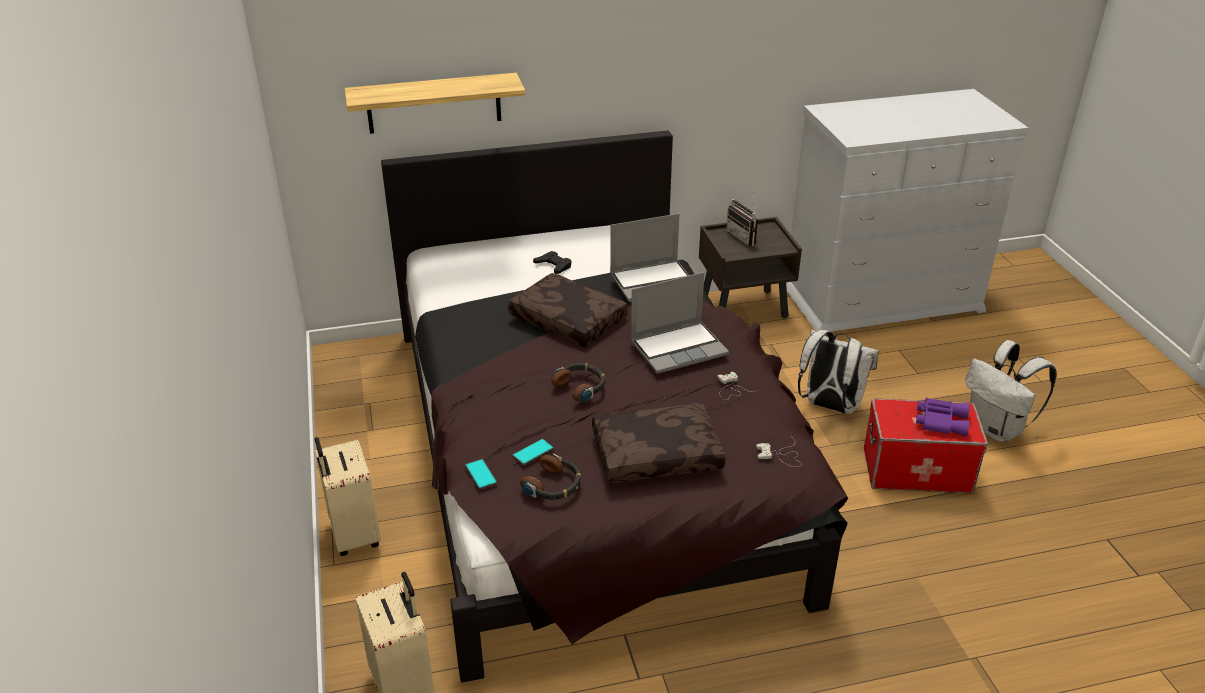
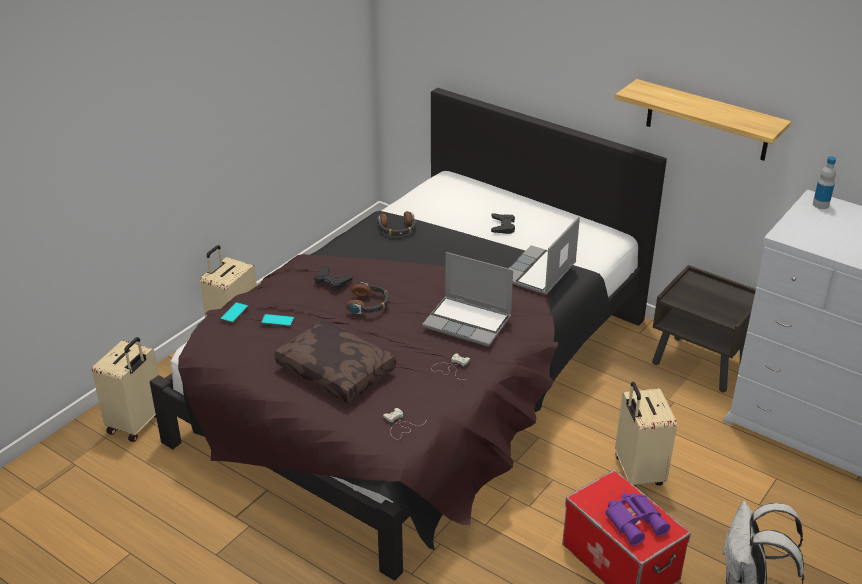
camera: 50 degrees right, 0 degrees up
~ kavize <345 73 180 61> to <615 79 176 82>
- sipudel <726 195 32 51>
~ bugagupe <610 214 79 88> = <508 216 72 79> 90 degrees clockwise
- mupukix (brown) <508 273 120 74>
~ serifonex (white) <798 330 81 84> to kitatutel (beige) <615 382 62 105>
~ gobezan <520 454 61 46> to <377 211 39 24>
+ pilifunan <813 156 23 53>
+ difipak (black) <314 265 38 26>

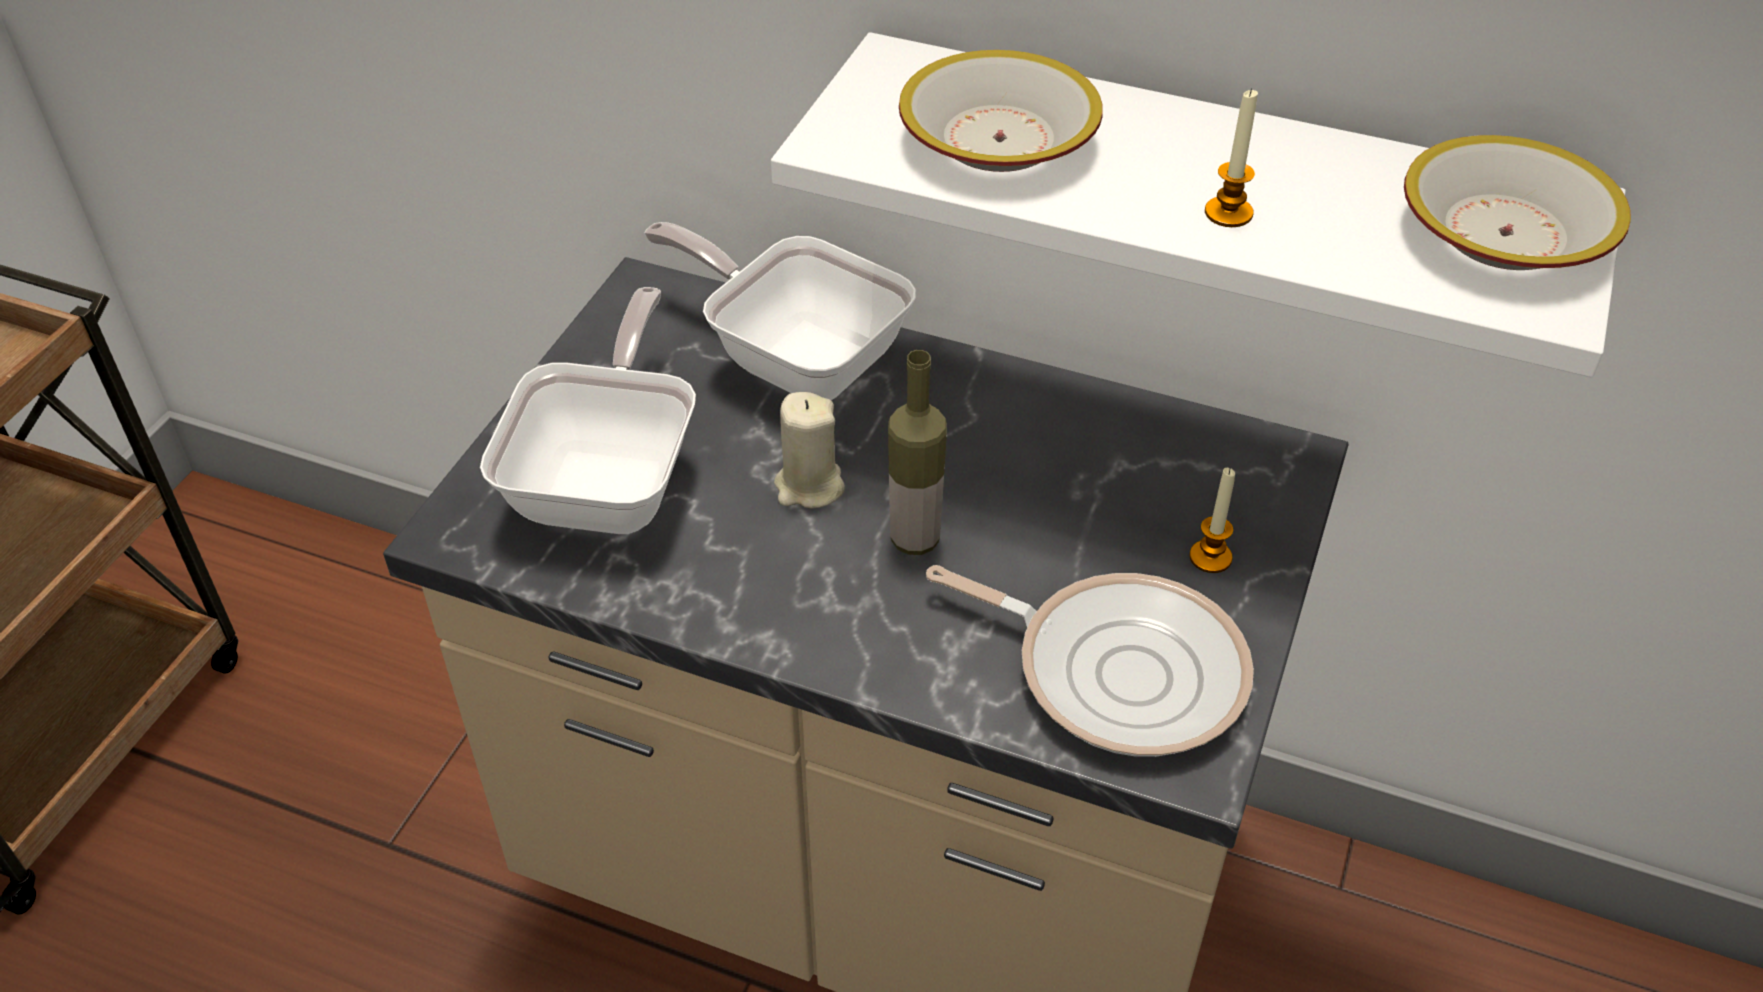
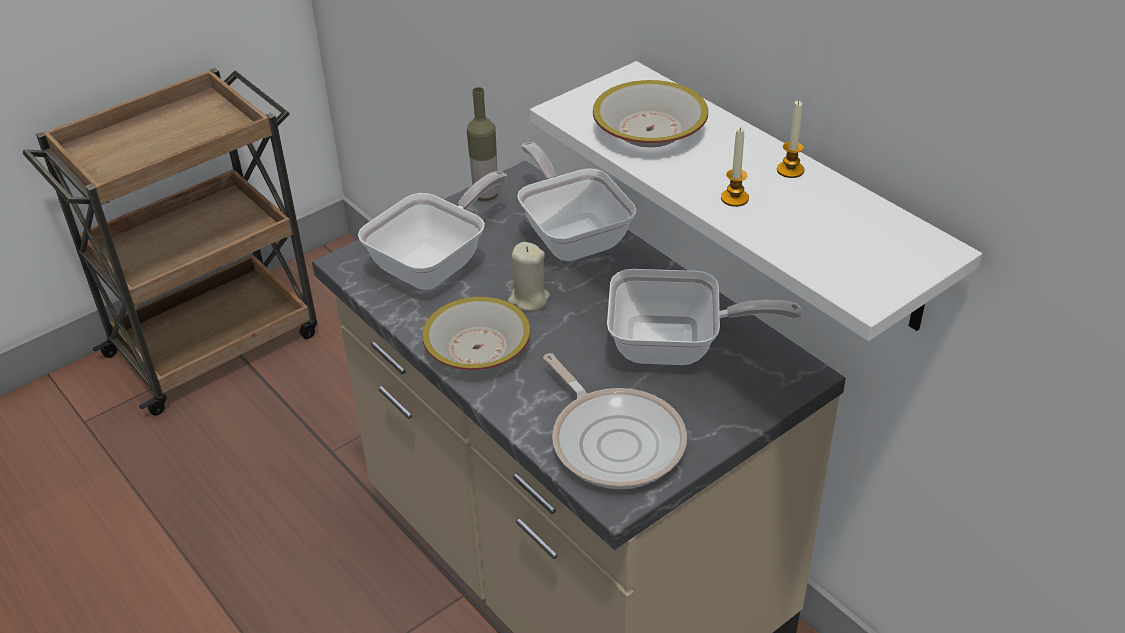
camera: 30 degrees right, 5 degrees down
~ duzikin <1404 135 227 135> to <422 297 108 73>
~ pilifunan <888 350 59 205> to <467 87 31 114>
~ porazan <1190 468 45 105> to <777 101 27 77>
+ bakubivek <607 269 195 96>

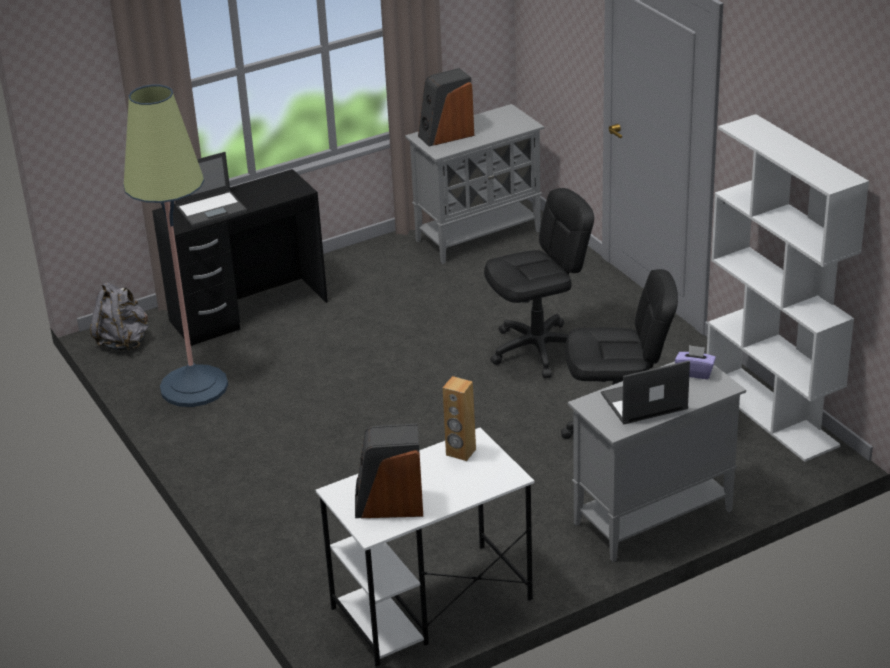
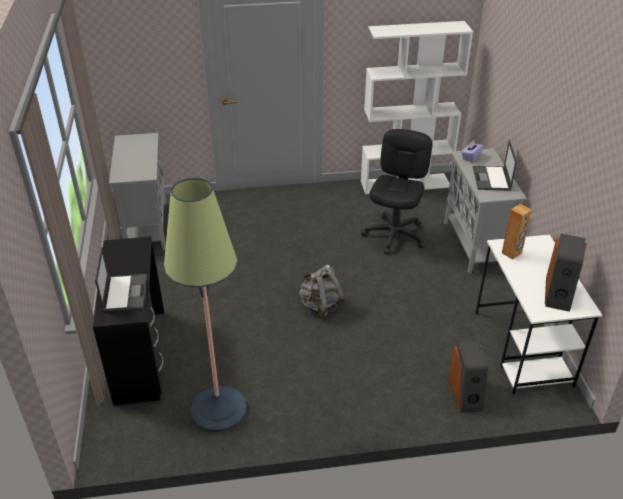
camera: 70 degrees left, 5 degrees up
~ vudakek <418 68 56 79> to <448 340 40 73>
- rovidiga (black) <484 188 110 190>
~ serifonex (grey) <90 282 59 69> to <298 265 47 53>

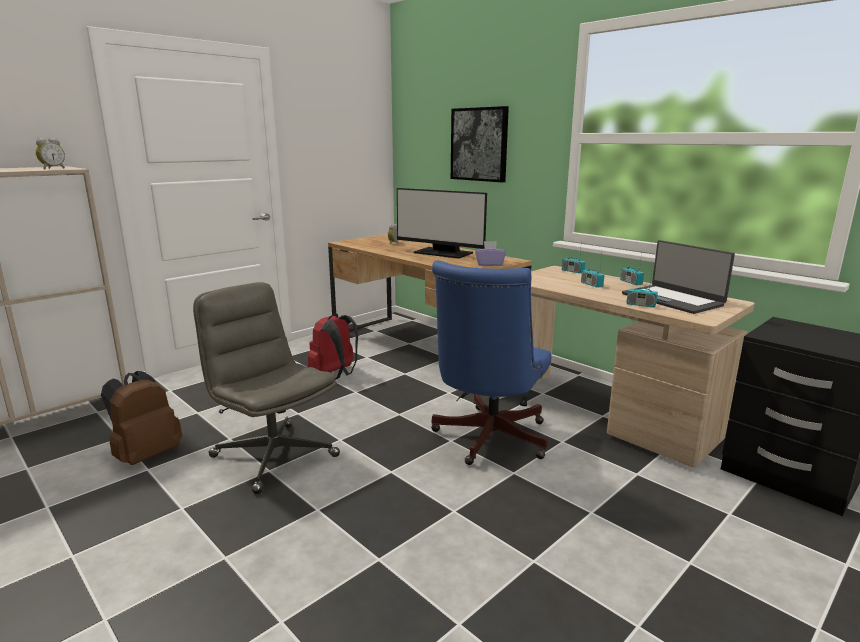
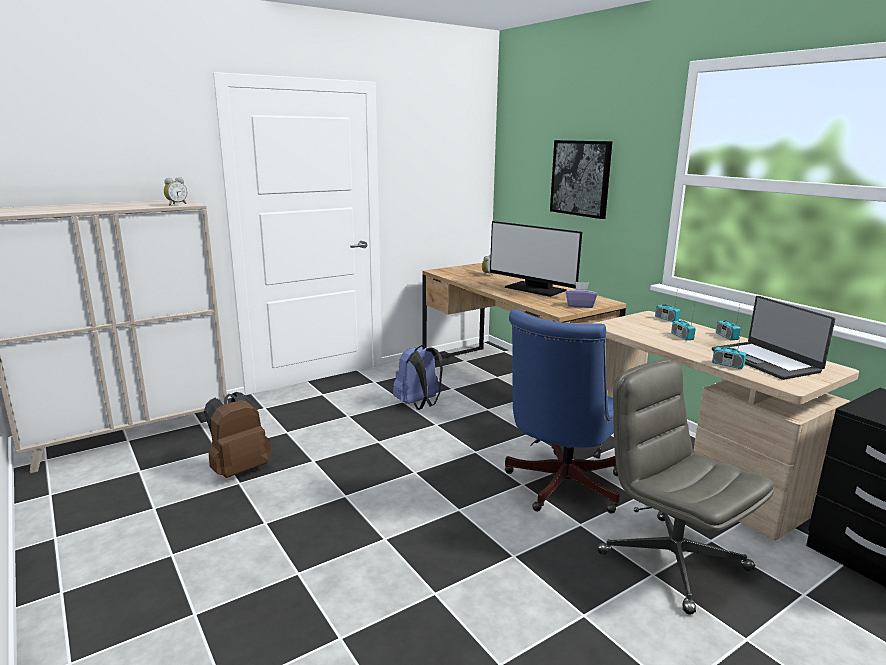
camera: 10 degrees right, 0 degrees up
~ rovidiga (grey) <193 282 147 212> to <597 359 177 256>
~ serifonex (red) <308 313 50 67> to serifonex (blue) <393 345 50 65>

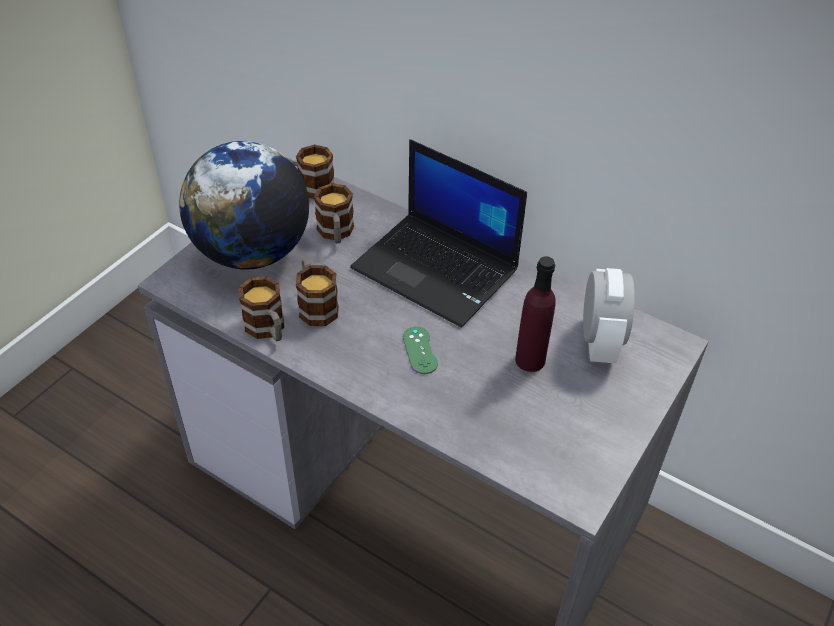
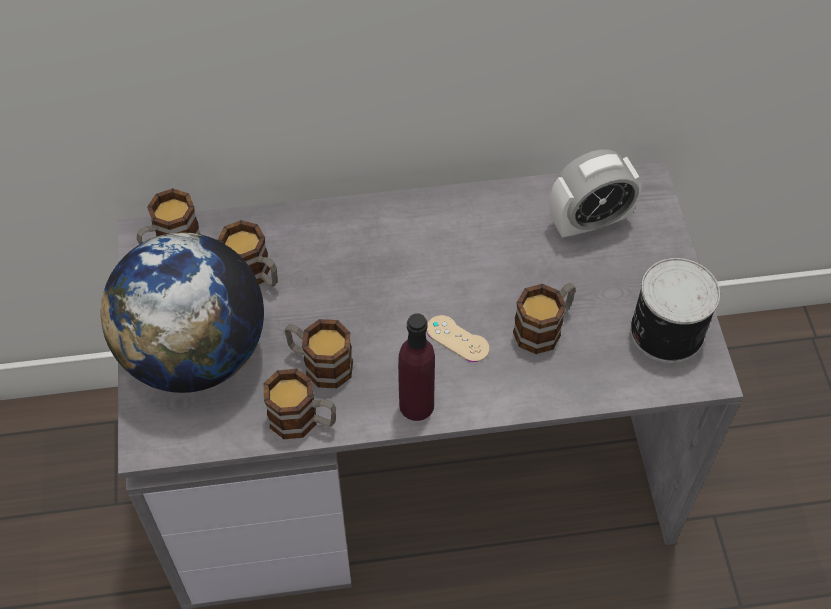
camera: 40 degrees left, 10 degrees up
- bugagupe <350 139 177 189>
~ pilifunan (purple) <515 256 41 116> to <398 313 37 108>
~ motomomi <583 268 52 95> = <550 149 92 91> 105 degrees clockwise
~ difipak (green) <403 326 35 48> to difipak (beige) <426 315 63 47>
+ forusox <630 258 90 105>
+ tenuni <513 283 63 71>

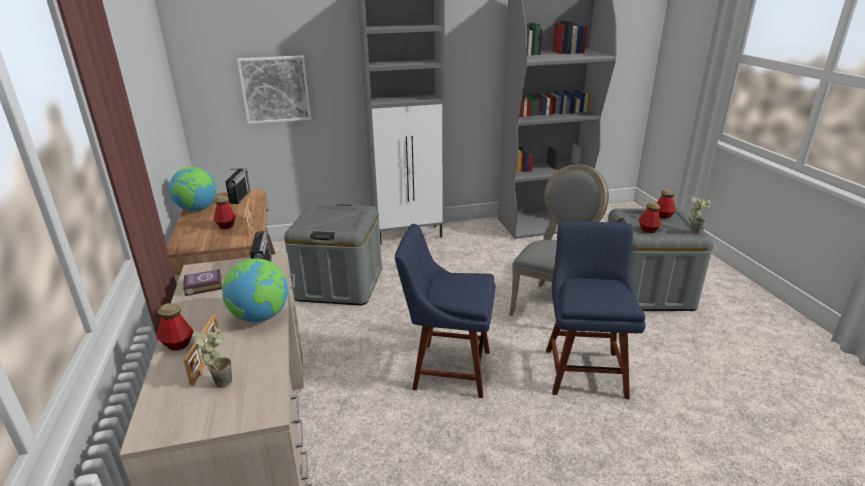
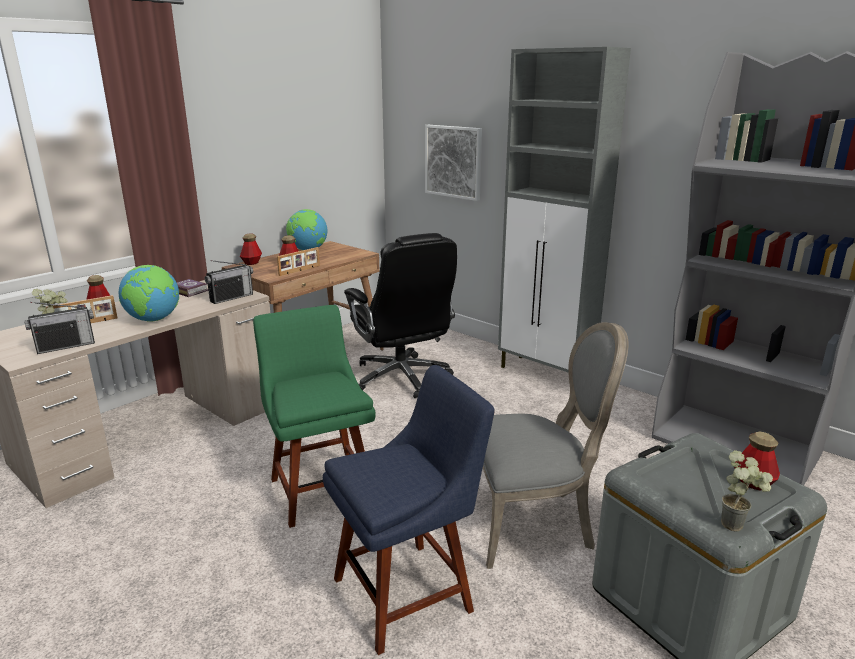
camera: 55 degrees right, 5 degrees down
~ sipudel <225 168 25 36> to <24 302 71 52>
~ pilifunan <638 202 23 31> to <240 233 22 32>
~ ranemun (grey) <284 204 98 101> to rovidiga (black) <344 233 113 165>
~ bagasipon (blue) <395 224 100 174> to bagasipon (green) <253 305 123 223>

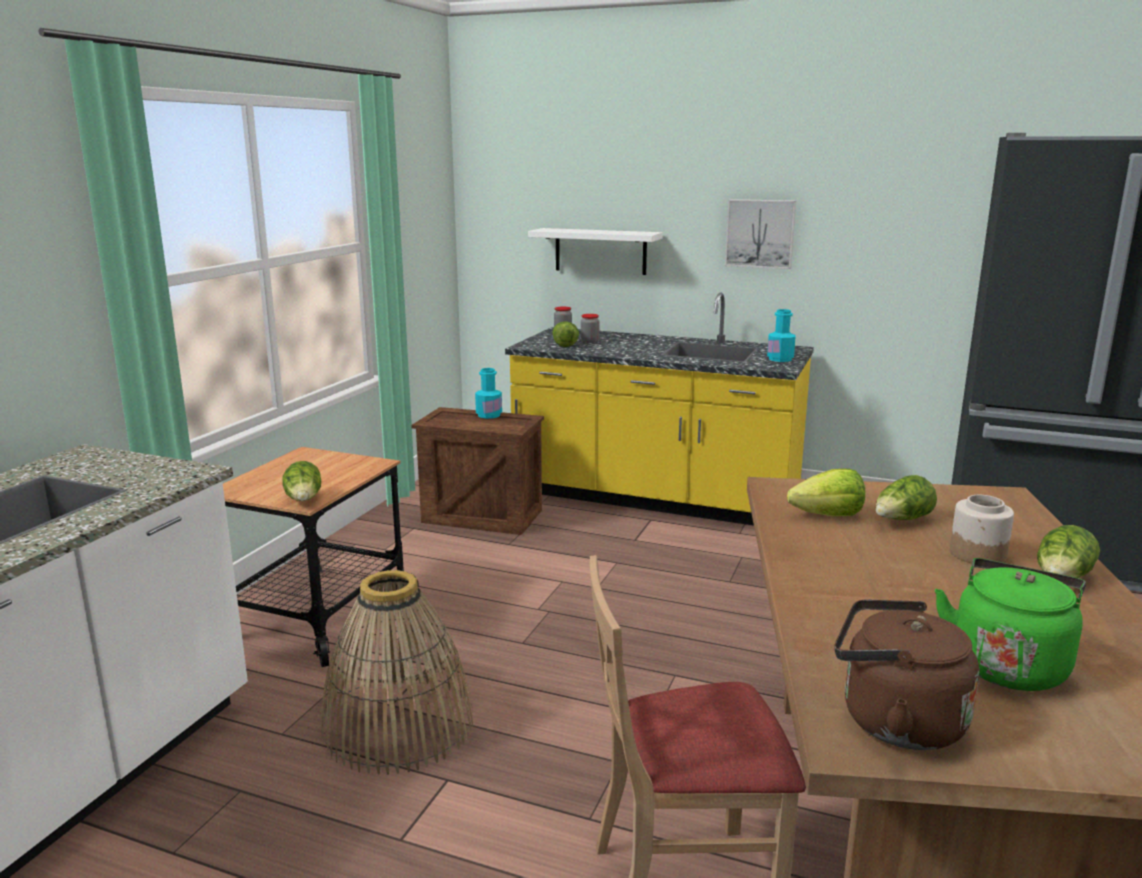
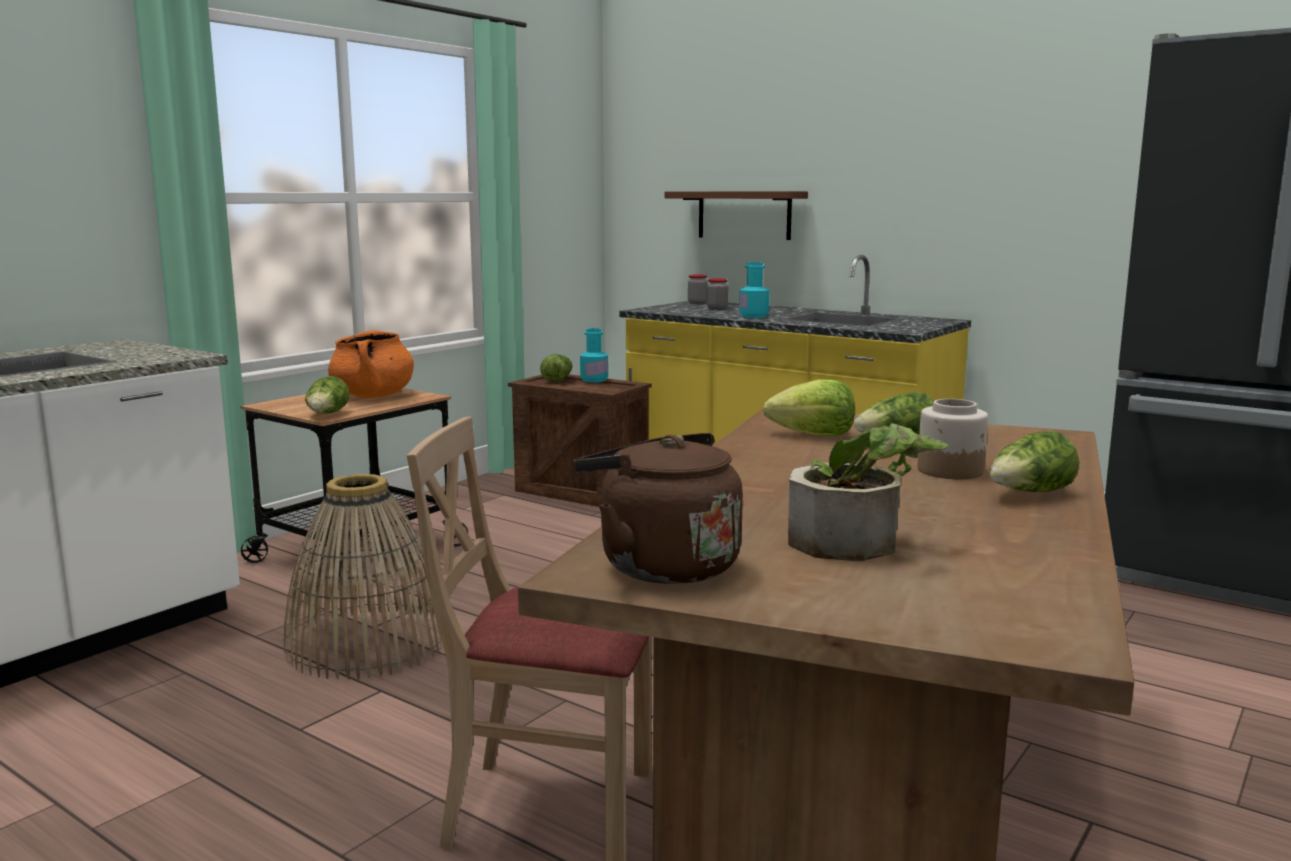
camera: 15 degrees right, 5 degrees down
- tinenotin <725 199 71 70>
~ kavize (white) <528 228 135 47> to kavize (brown) <665 191 143 49>
~ pilifunan (turquoise) <767 309 29 53> to <739 262 30 56>
~ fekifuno <552 321 27 26> to <540 354 32 28>
~ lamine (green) <935 558 151 133> to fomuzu <788 423 160 138>
+ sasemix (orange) <328 330 86 68>

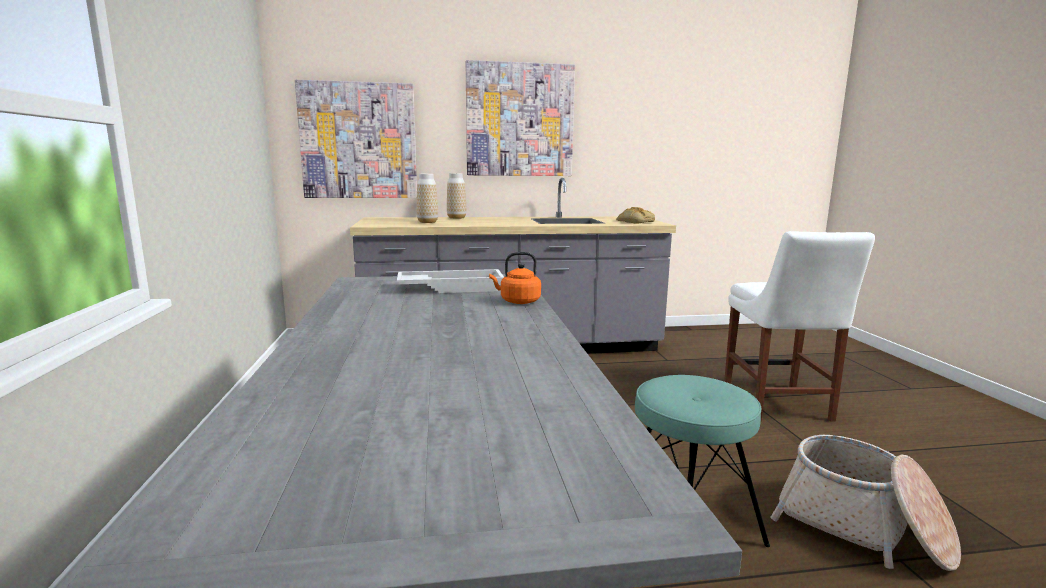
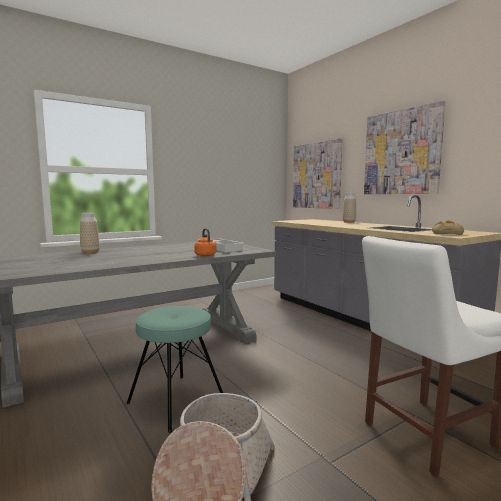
camera: 65 degrees right, 5 degrees down
~ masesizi <417 174 21 49> to <80 213 20 41>

